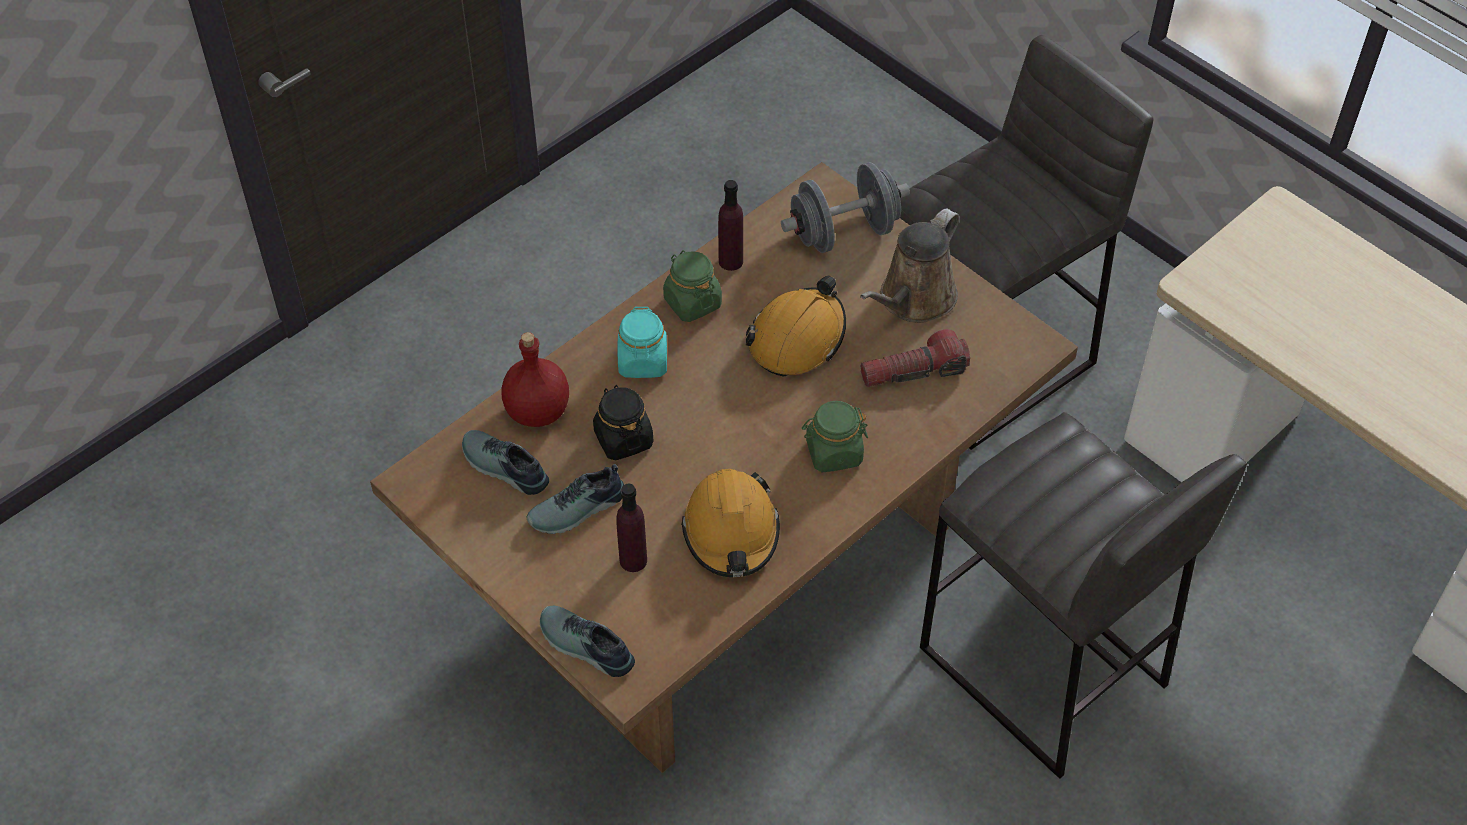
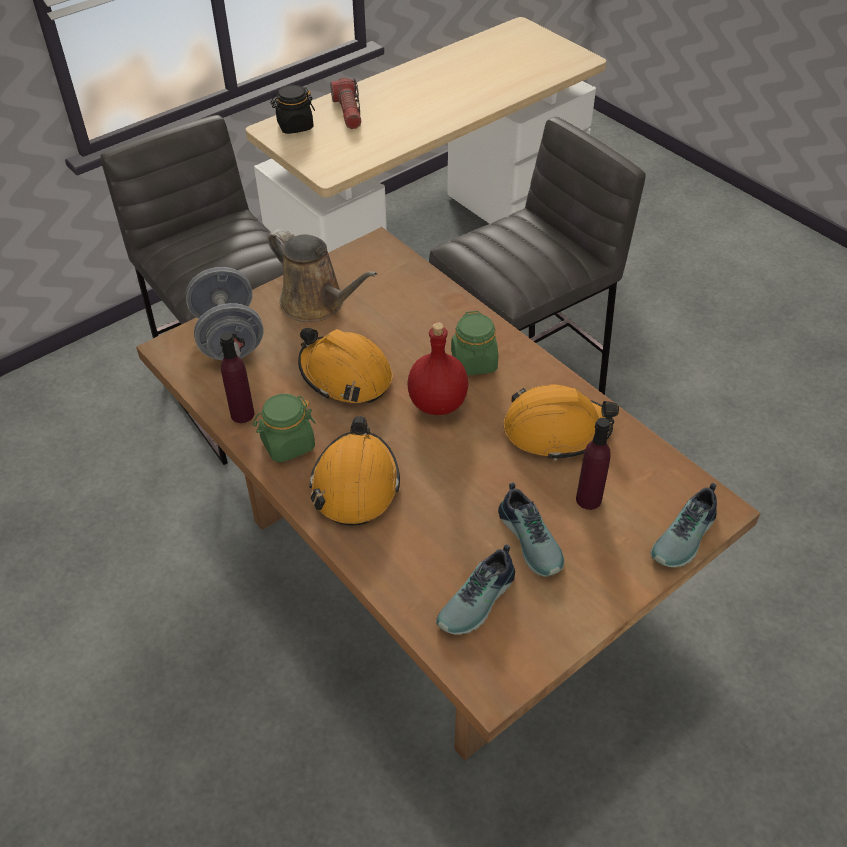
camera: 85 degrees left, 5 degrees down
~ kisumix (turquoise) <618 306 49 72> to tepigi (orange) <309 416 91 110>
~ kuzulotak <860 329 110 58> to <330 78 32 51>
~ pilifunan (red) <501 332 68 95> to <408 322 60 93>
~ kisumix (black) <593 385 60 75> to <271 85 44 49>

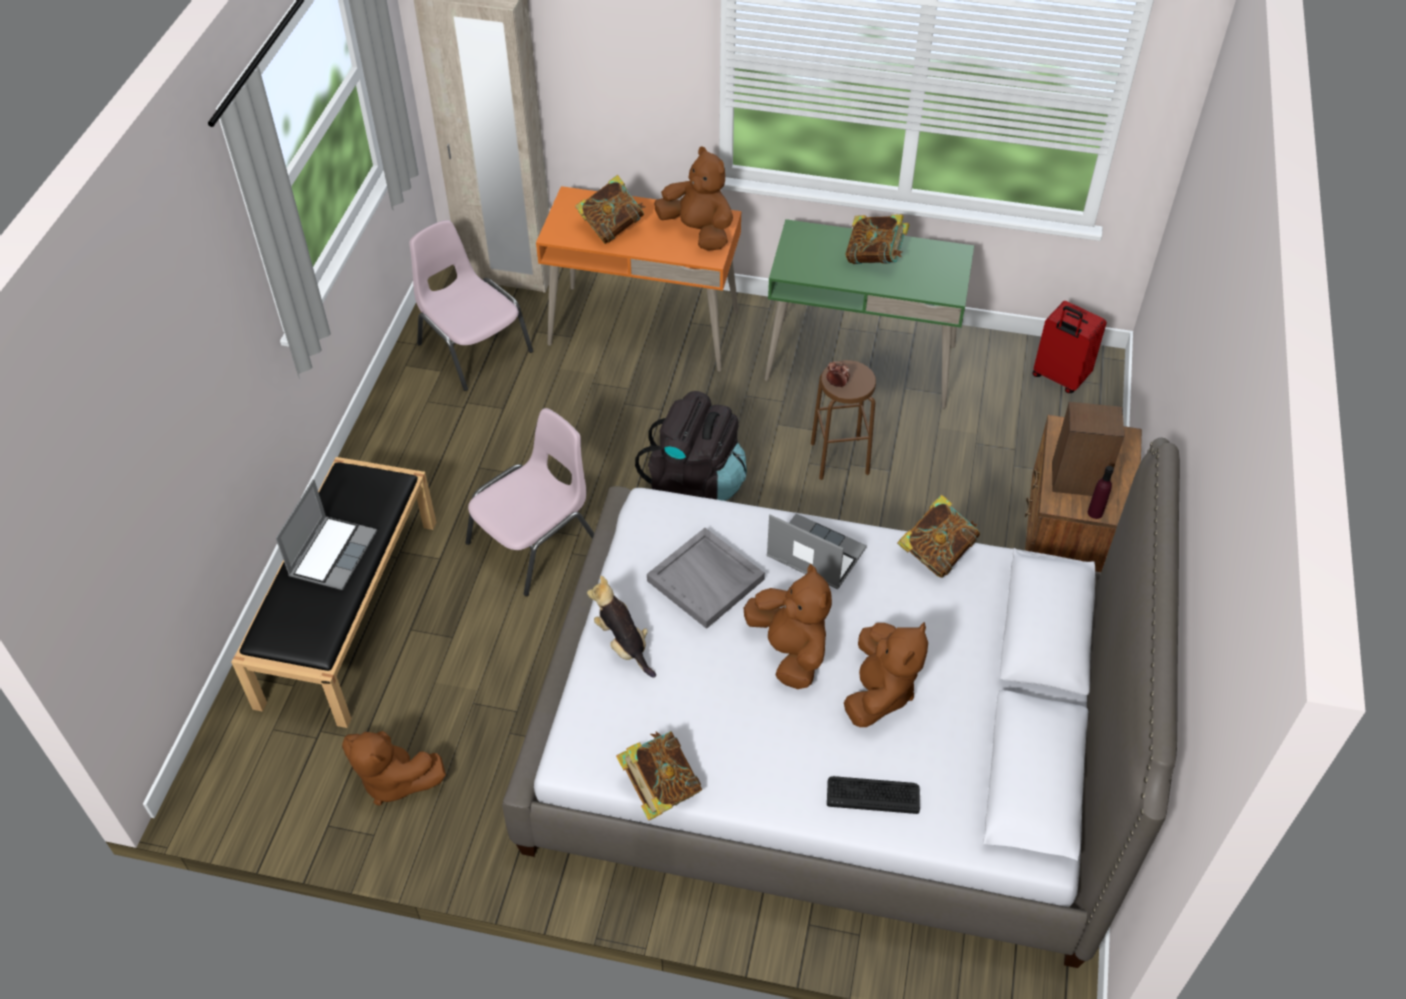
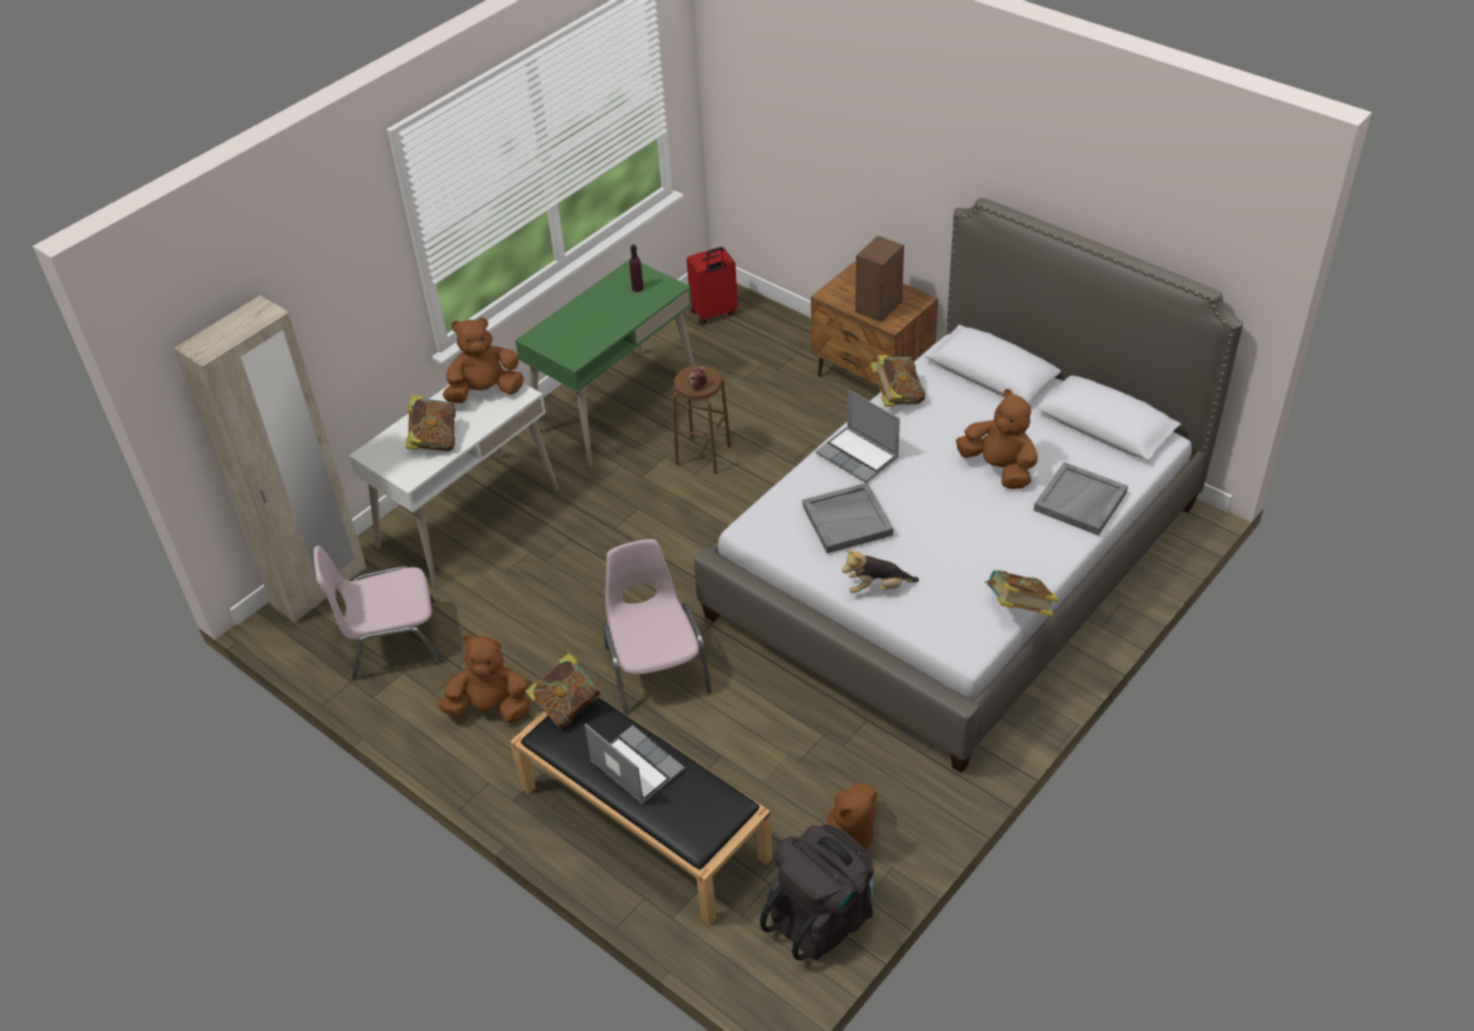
camera: 60 degrees left, 5 degrees down
~ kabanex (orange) <536 186 205 186> to kabanex (white) <349 383 210 204>
~ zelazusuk <846 214 64 50> to <525 653 77 76>
~ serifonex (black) <635 391 112 110> to <760 825 114 135>
~ pilifunan (purple) <1088 466 26 53> to <629 245 15 47>
~ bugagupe <767 513 100 76> = <816 390 84 93> 105 degrees counterclockwise
~ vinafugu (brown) <744 564 88 125> to <439 635 92 88>
~ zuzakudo <827 776 93 38> to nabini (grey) <1034 462 94 74>

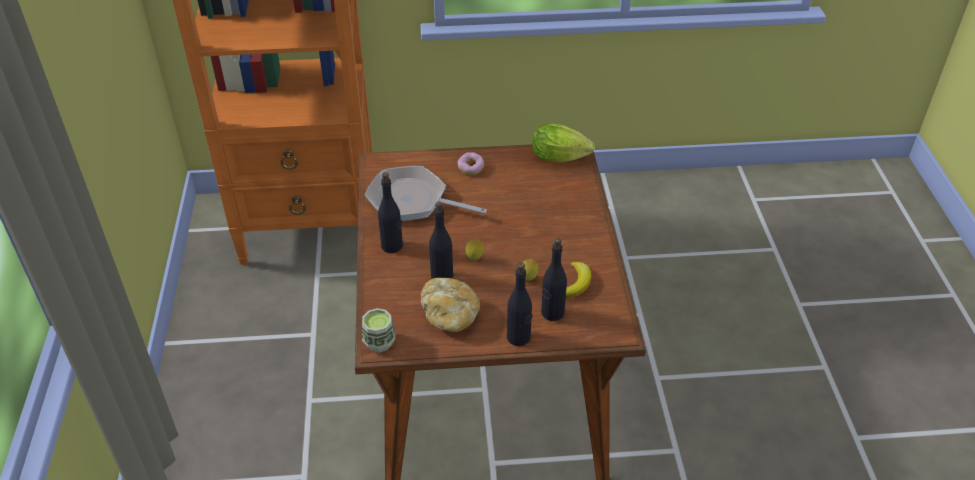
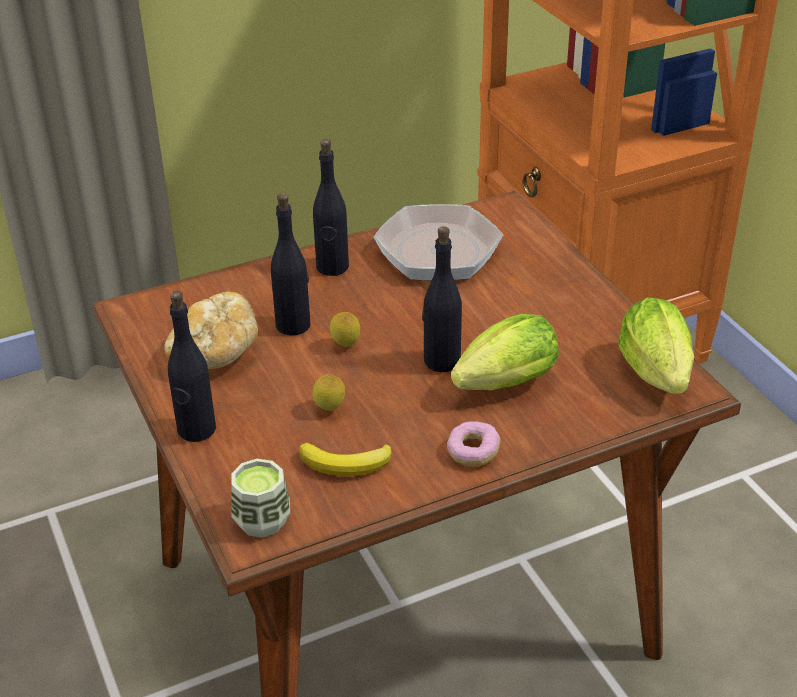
camera: 70 degrees right, 5 degrees down
~ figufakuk <457 152 27 23> to <447 421 53 46>
~ pilifunan (black) <541 238 26 83> to <422 226 40 146>
~ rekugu <362 308 33 45> to <232 459 58 79>
+ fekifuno <451 314 108 76>

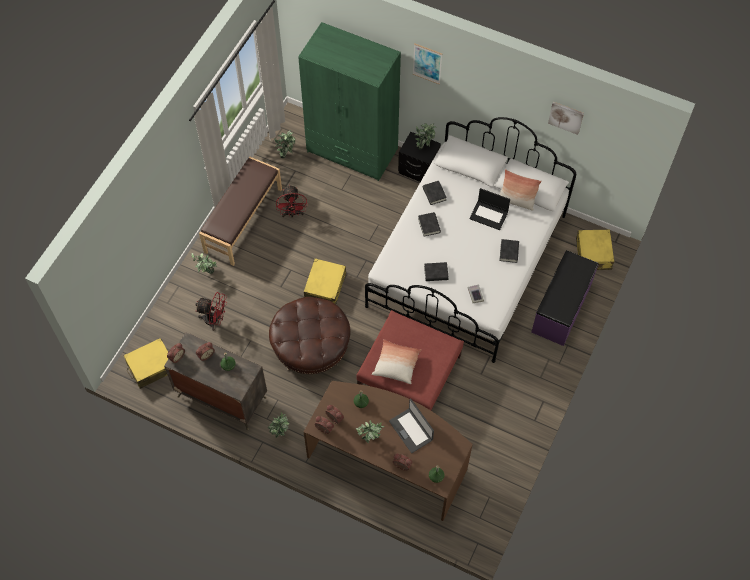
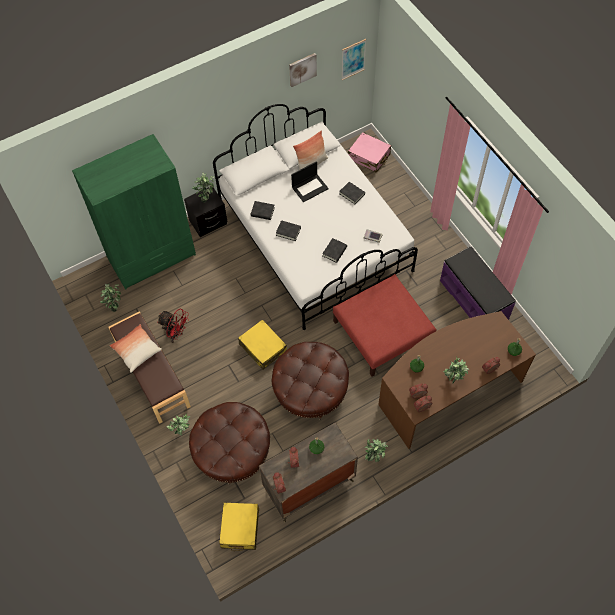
camera: 55 degrees left, 0 degrees up
~ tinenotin <413 43 29 42> to <341 39 25 41>
~ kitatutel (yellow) <576 230 38 40> to kitatutel (pink) <348 132 43 41>
~ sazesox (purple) <531 250 68 96> to <440 246 76 74>
~ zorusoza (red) <195 292 32 39> to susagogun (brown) <189 402 81 83>
~ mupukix <372 339 49 45> to <109 324 53 49>
- bugagupe <389 399 45 54>

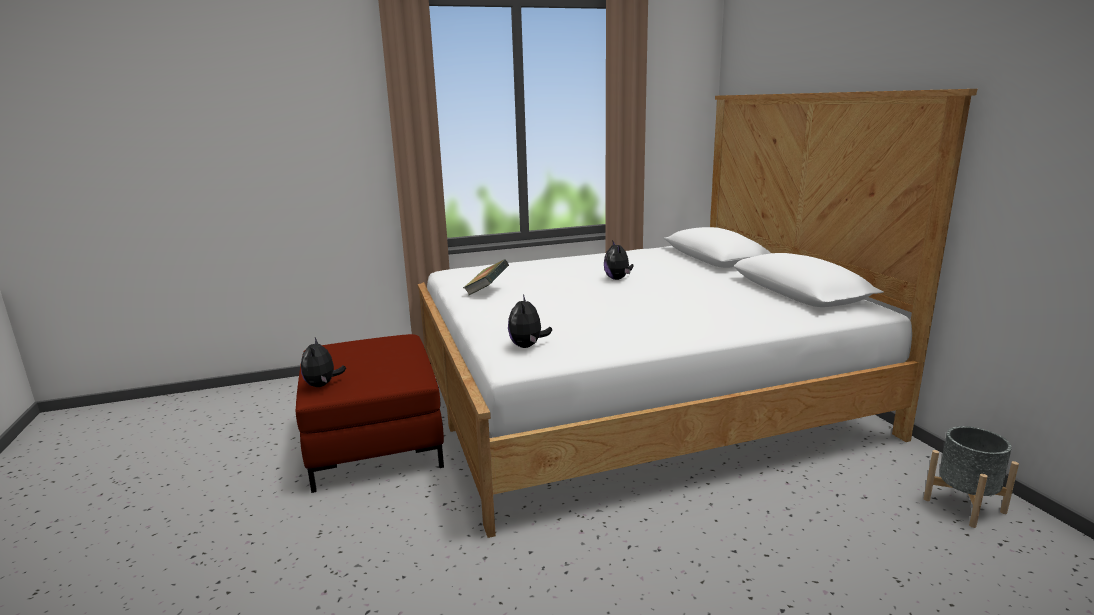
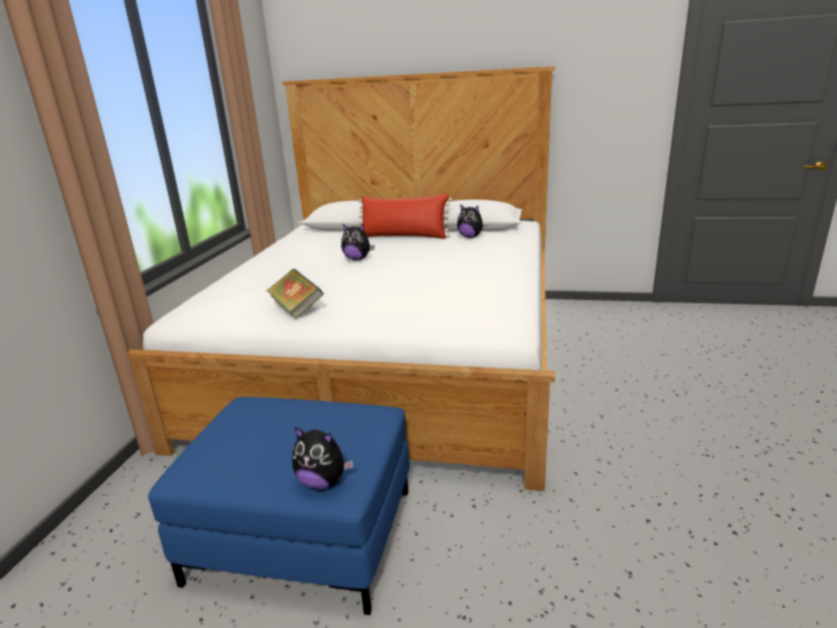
camera: 60 degrees left, 5 degrees up
~ vinafugu <508 294 44 54> to <457 204 30 34>
~ susagogun (red) <296 334 148 159> to susagogun (blue) <148 397 261 218>
- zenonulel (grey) <924 426 95 102>
+ mupukix (red) <359 194 93 45>

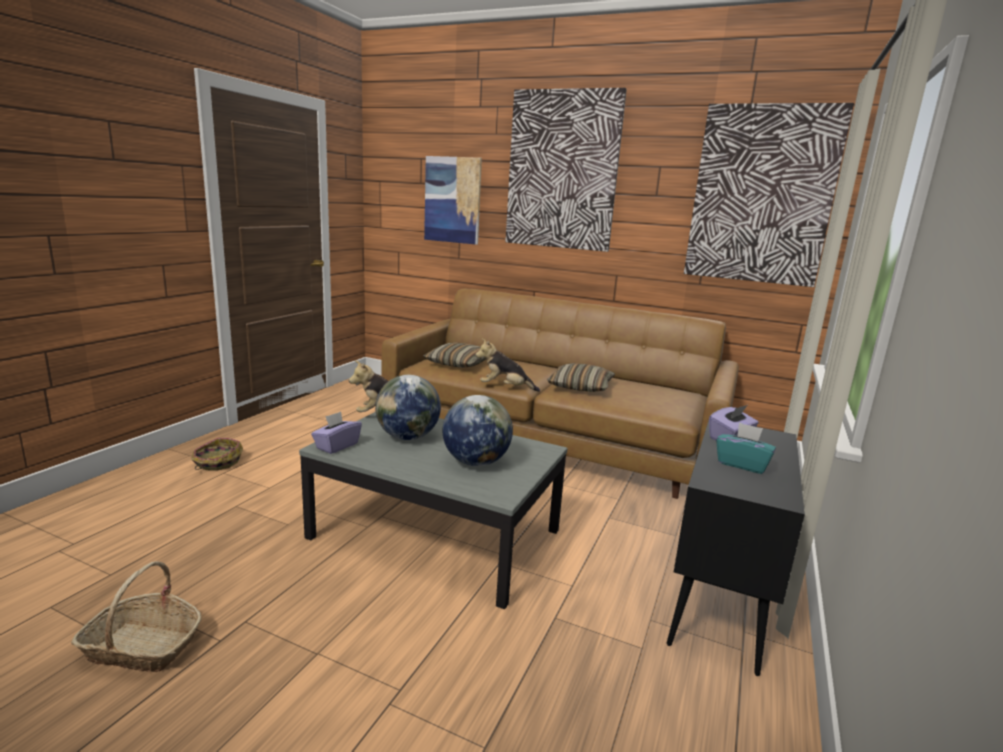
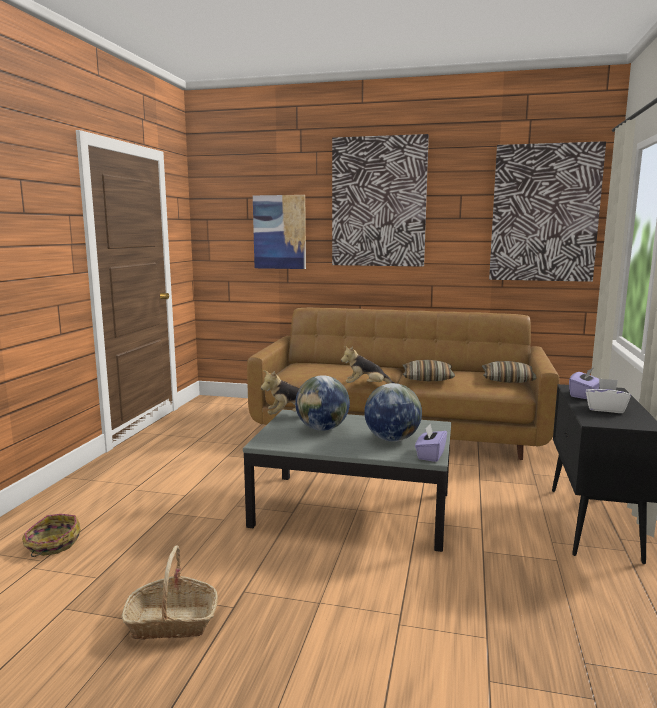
camera: 10 degrees left, 5 degrees down
~ mupukix <424 343 62 25> to <482 361 54 22>
~ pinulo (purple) <311 411 51 43> to <415 424 32 38>
~ pinulo (turquoise) <716 422 60 52> to pinulo (white) <585 378 46 35>
~ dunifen <191 438 52 33> to <22 514 59 43>

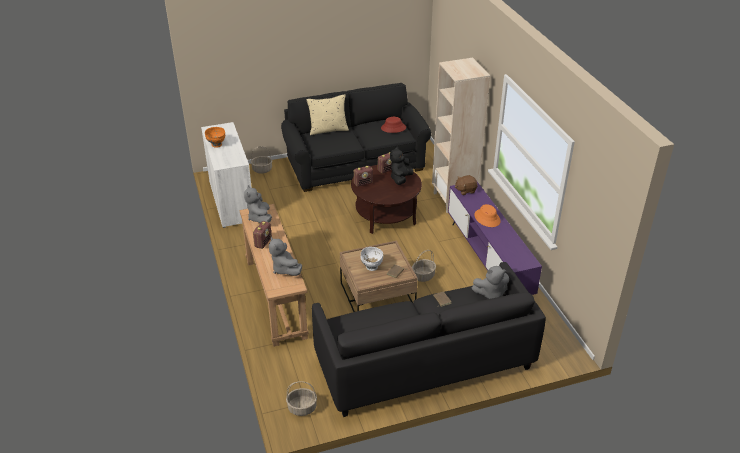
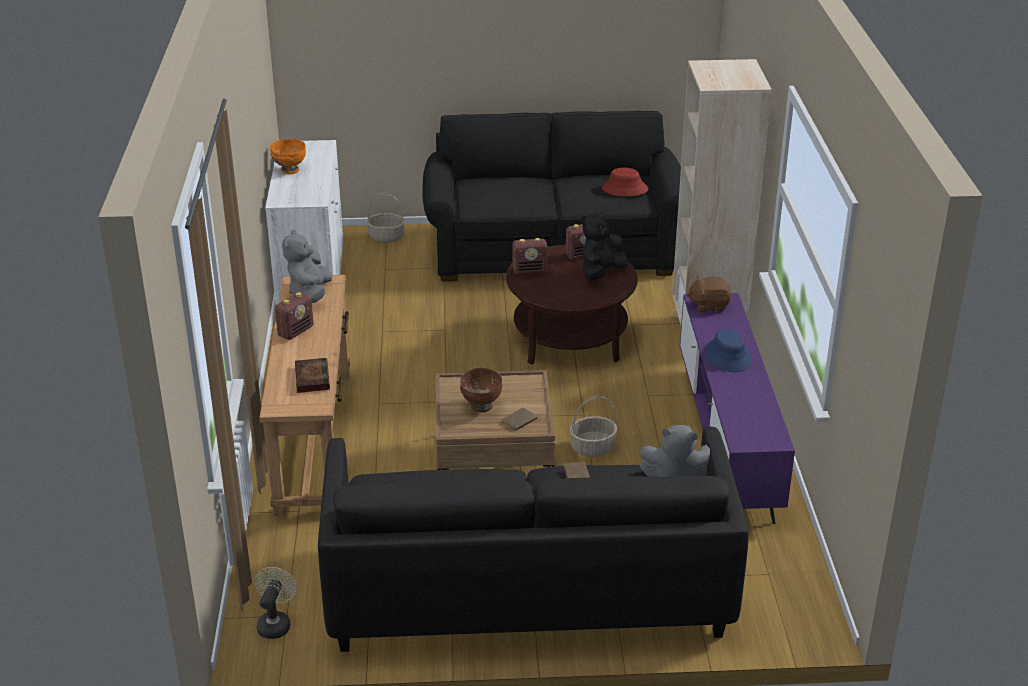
camera: 15 degrees right, 5 degrees down
- mupukix (beige) <306 95 43 40>
~ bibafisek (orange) <475 204 26 23> to bibafisek (blue) <704 329 48 43>
~ vinafugu (grey) <269 237 33 39> to zelazusuk <295 358 35 35>
~ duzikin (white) <360 247 23 24> to duzikin (brown) <460 368 42 44>
~ dunifen <286 381 31 35> to zorusoza (beige) <254 567 43 72>

